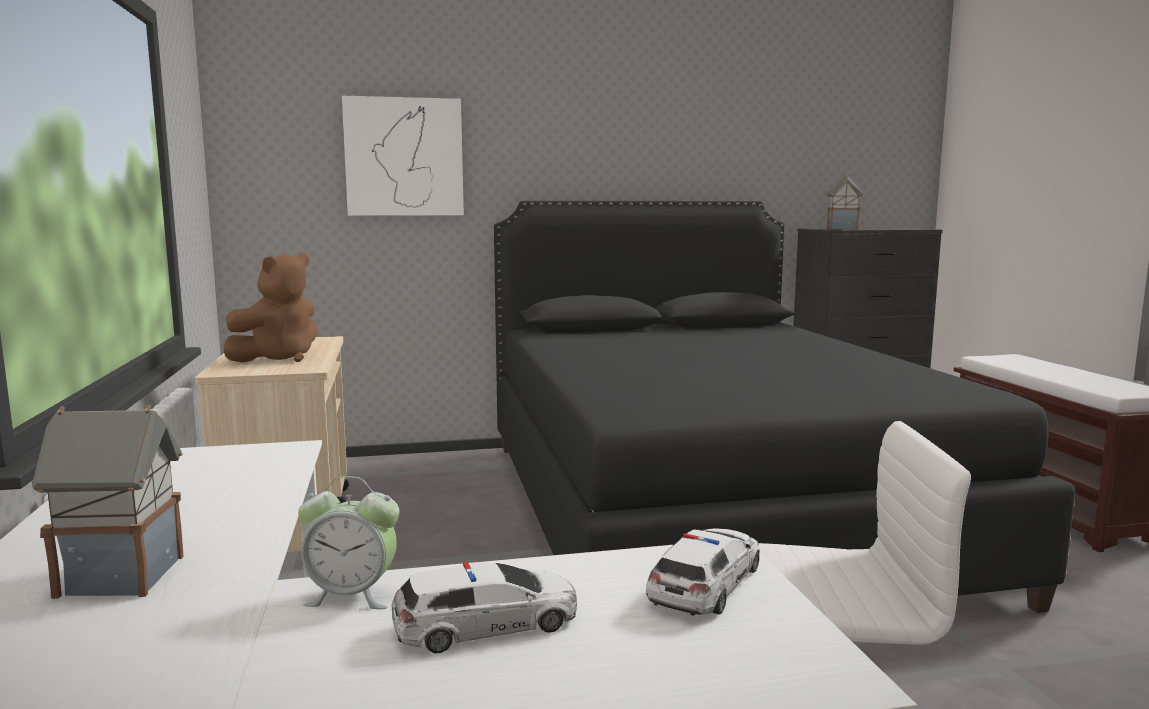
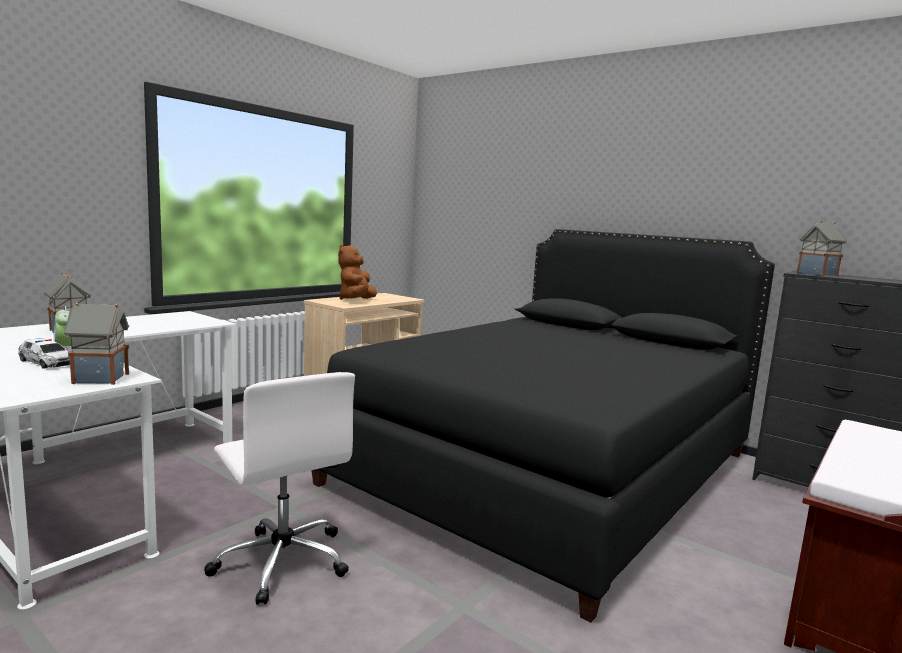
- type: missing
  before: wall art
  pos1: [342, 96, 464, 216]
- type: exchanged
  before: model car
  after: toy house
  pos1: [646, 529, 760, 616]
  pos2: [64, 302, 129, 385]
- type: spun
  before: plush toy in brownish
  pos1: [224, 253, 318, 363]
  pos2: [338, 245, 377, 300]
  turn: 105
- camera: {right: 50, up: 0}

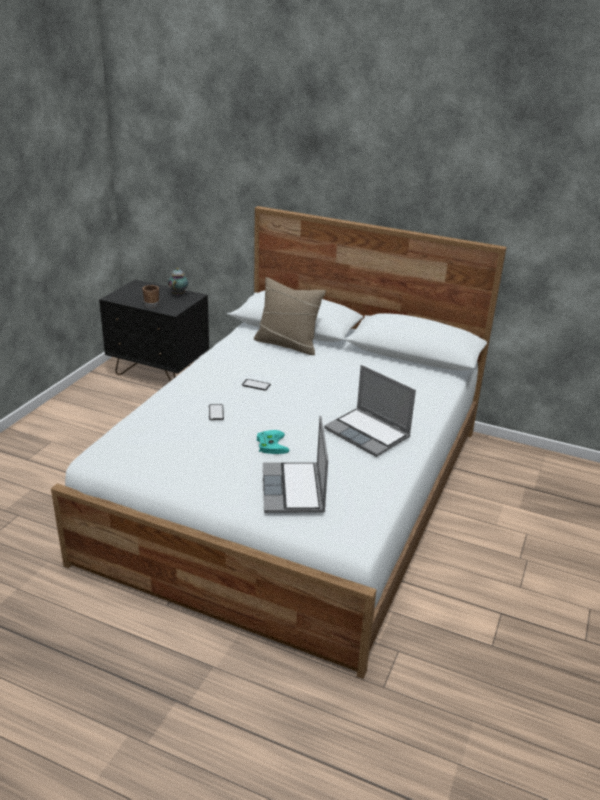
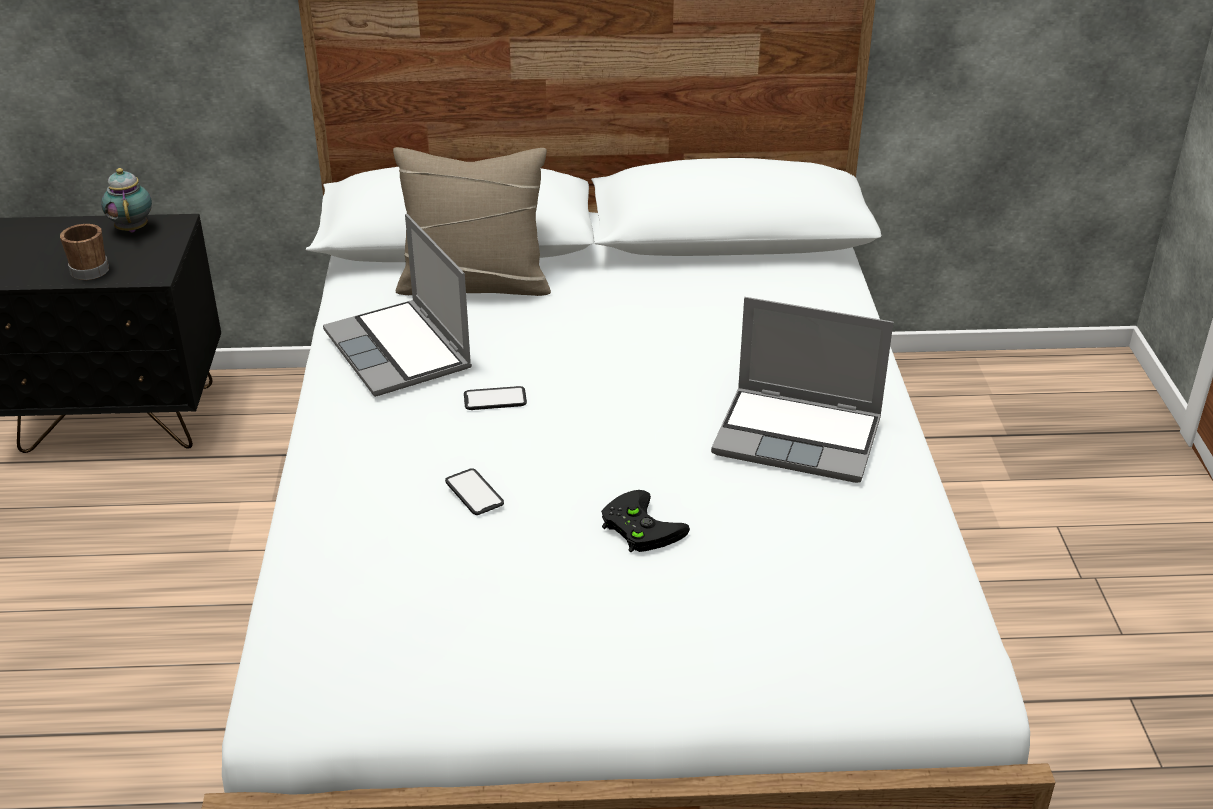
- type: relocated
  before: notebook computer
  pos1: [263, 416, 328, 513]
  pos2: [323, 214, 472, 397]
- type: colour
  before: game controller in turquoise
  after: game controller in blackish
  pos1: [256, 430, 289, 454]
  pos2: [601, 490, 690, 553]
- camera: {right: -25, up: 5}

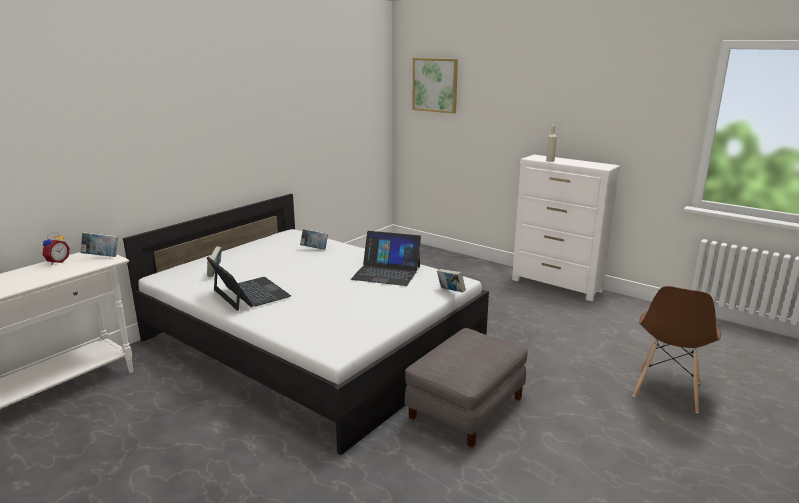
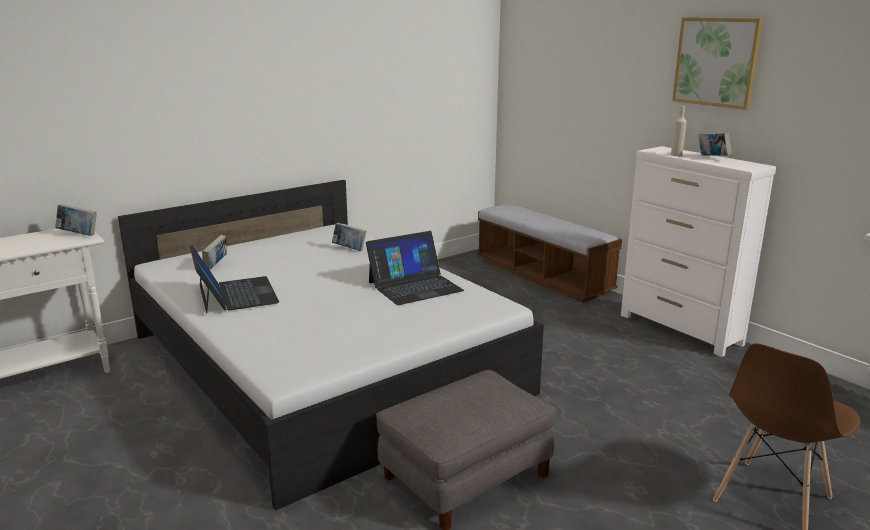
- type: missing
  before: bedside clock
  pos1: [42, 232, 70, 265]
- type: appeared
  after: bench
  pos2: [477, 204, 622, 303]
- type: relocated
  before: wall art
  pos1: [412, 58, 458, 114]
  pos2: [672, 17, 763, 110]
- type: relocated
  before: book
  pos1: [437, 269, 466, 293]
  pos2: [699, 132, 732, 156]
- type: spun
  before: notebook computer
  pos1: [351, 231, 421, 286]
  pos2: [366, 231, 464, 305]
  turn: -60
- camera: {right: 15, up: 0}

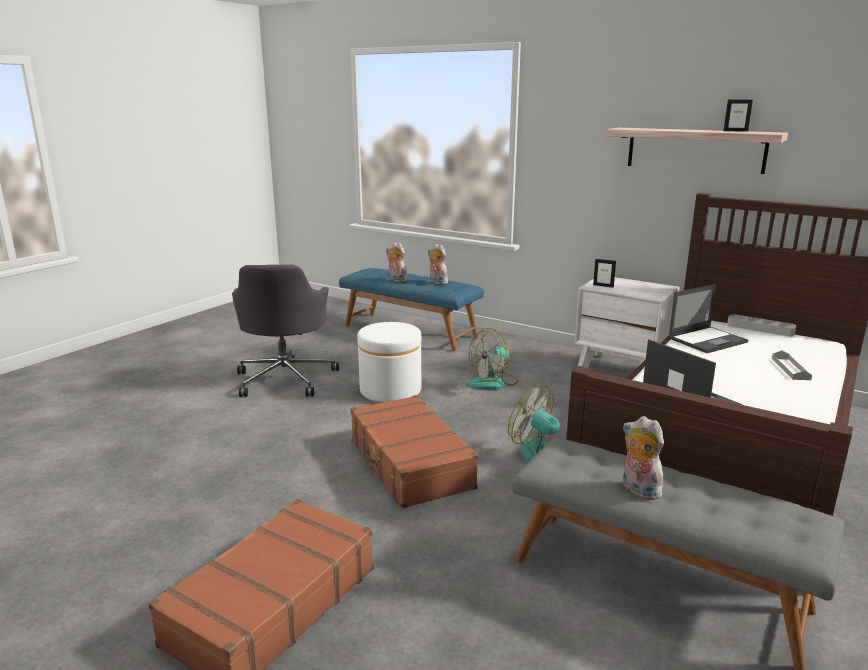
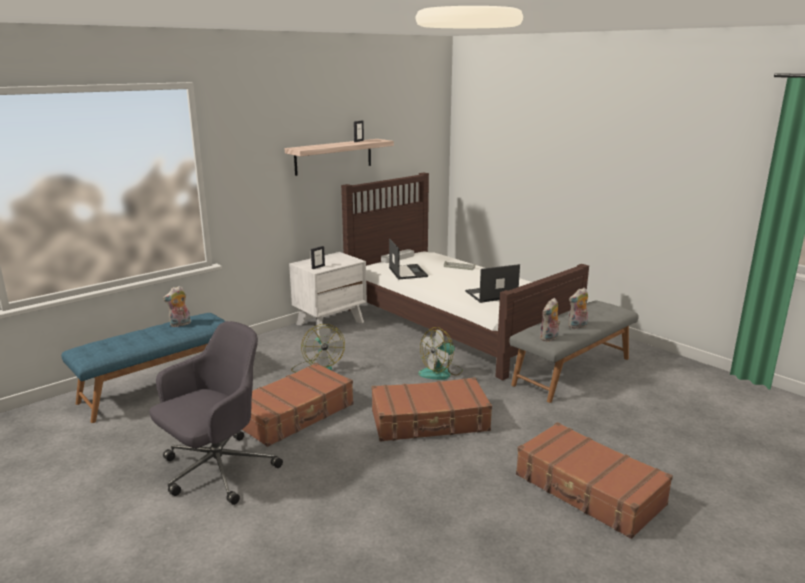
- type: relocated
  before: plush toy
  pos1: [386, 242, 407, 282]
  pos2: [540, 298, 560, 342]
- type: exchanged
  before: pouffe in whitish
  after: piece of luggage in brownish
  pos1: [357, 322, 421, 402]
  pos2: [242, 363, 354, 447]
- type: spun
  before: desk chair in grey
  pos1: [232, 265, 339, 397]
  pos2: [149, 321, 283, 505]
  turn: -60
- camera: {right: -75, up: 0}

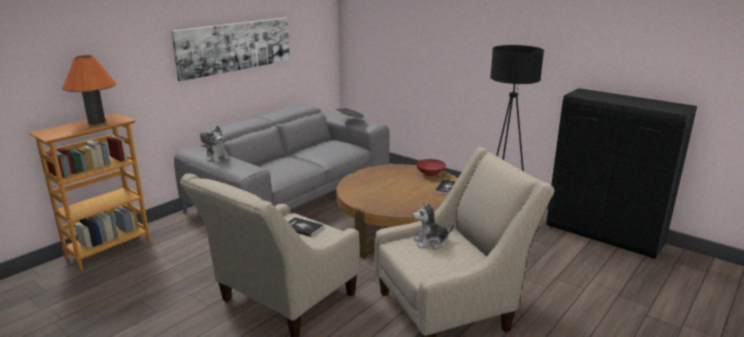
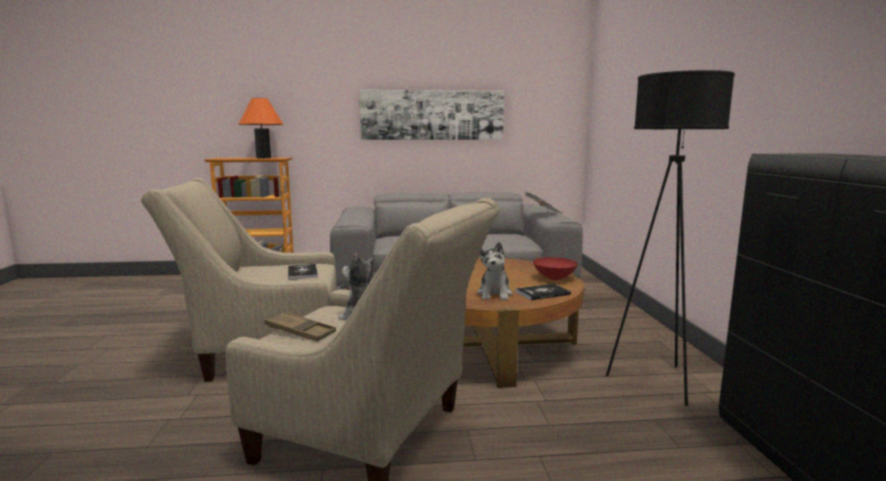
- type: appeared
  after: tray in brownish
  pos2: [264, 312, 336, 341]
- type: relocated
  before: plush toy
  pos1: [205, 126, 230, 163]
  pos2: [477, 242, 512, 300]
- camera: {right: 45, up: -10}

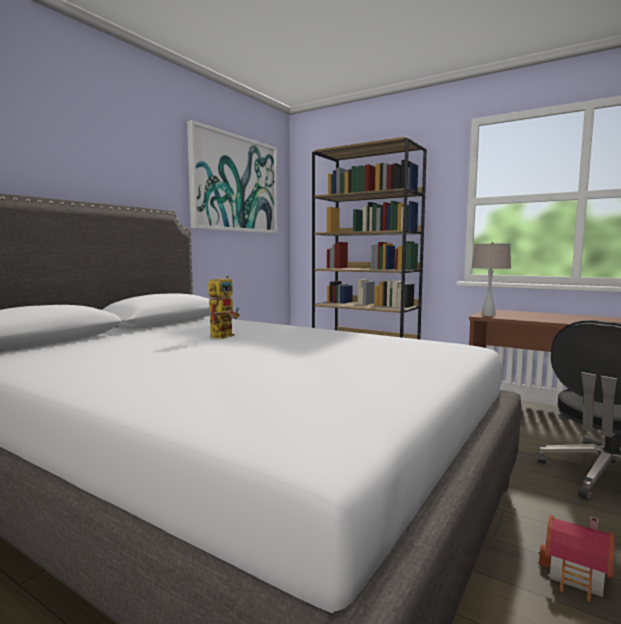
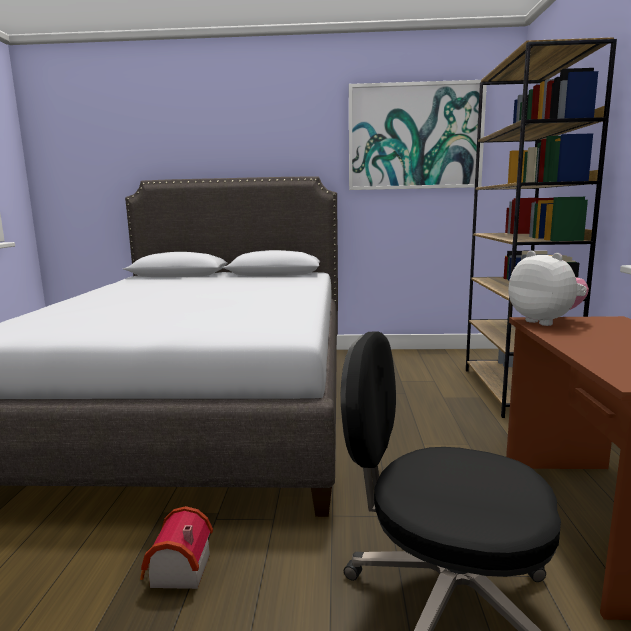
- type: missing
  before: toy robot
  pos1: [208, 275, 240, 339]
- type: exchanged
  before: lamp for a table in sand-coloured
  after: plush toy
  pos1: [471, 242, 511, 316]
  pos2: [508, 251, 589, 326]
- camera: {right: 60, up: 5}

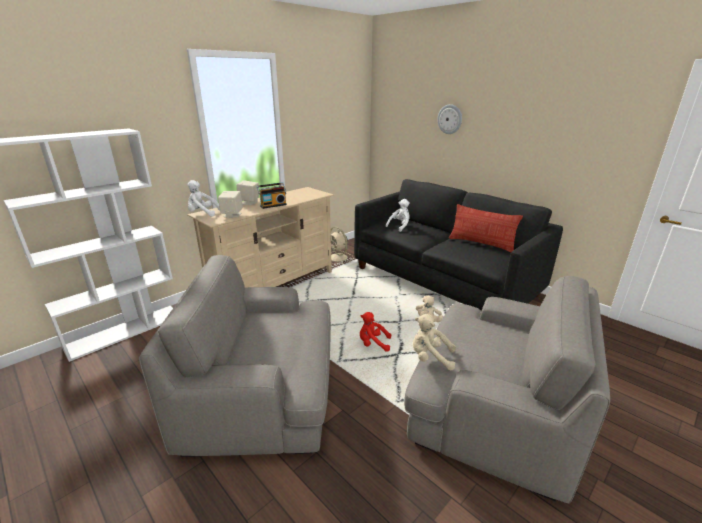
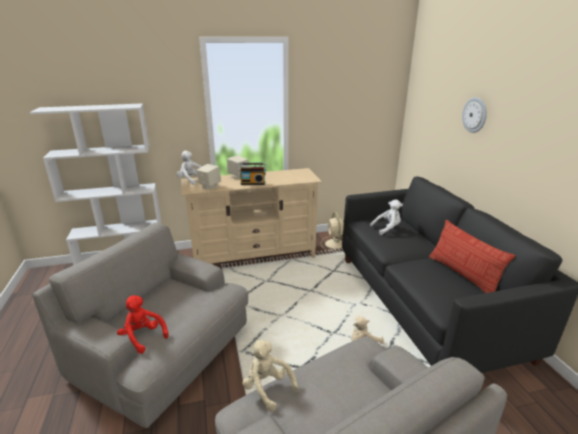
- type: relocated
  before: plush toy in red-coloured
  pos1: [360, 312, 391, 352]
  pos2: [117, 295, 169, 354]
- camera: {right: 30, up: 0}

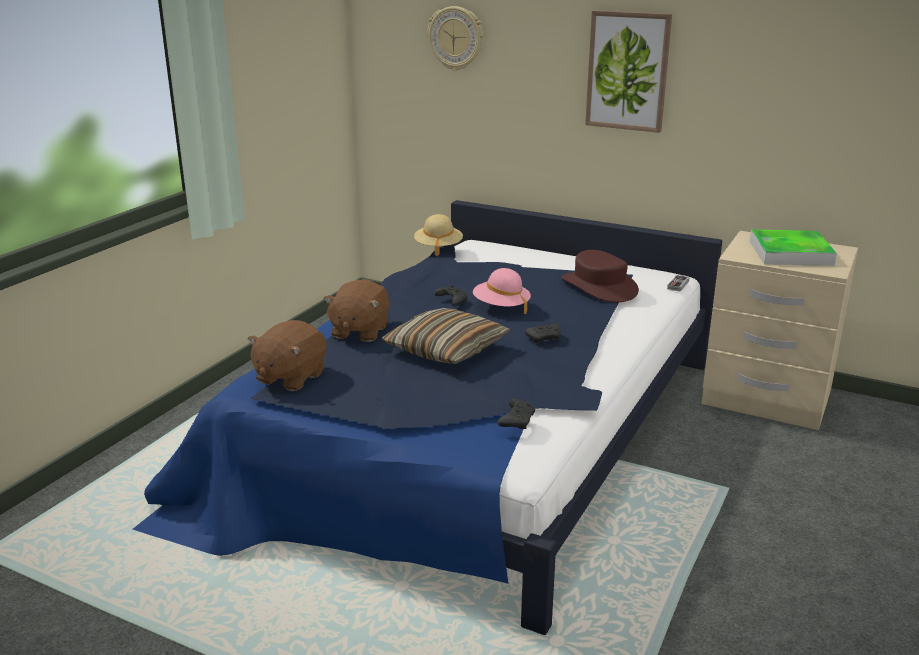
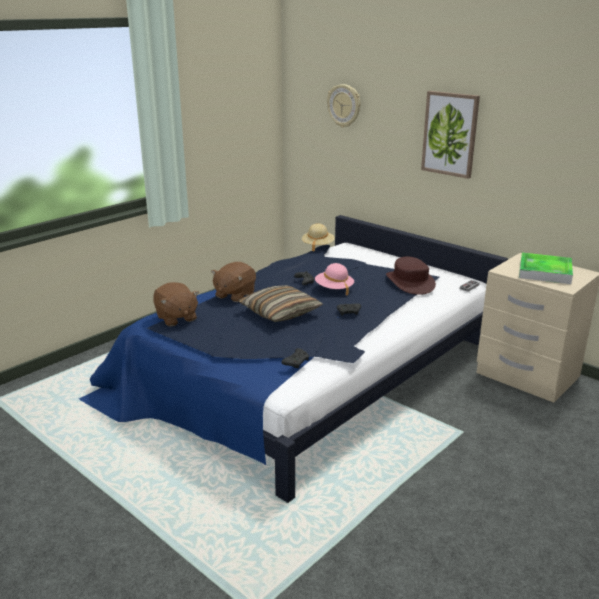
- type: spun
  before: plush toy in brownish
  pos1: [248, 320, 326, 391]
  pos2: [153, 282, 199, 327]
  turn: -75
- camera: {right: 15, up: 0}

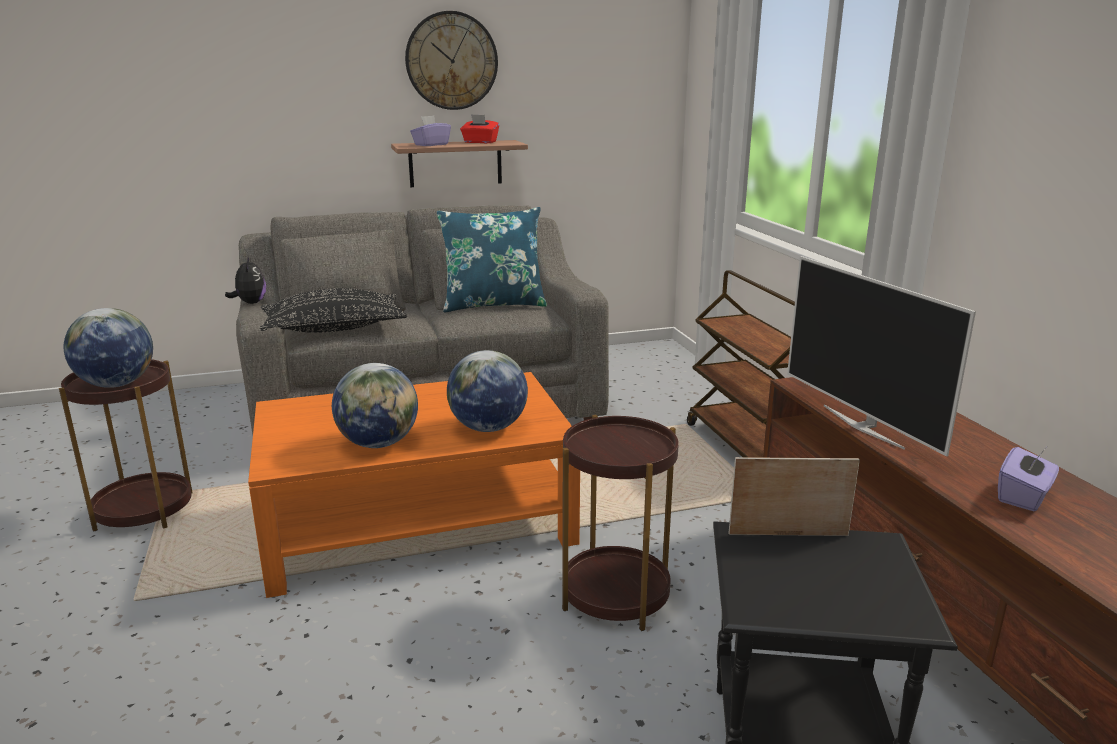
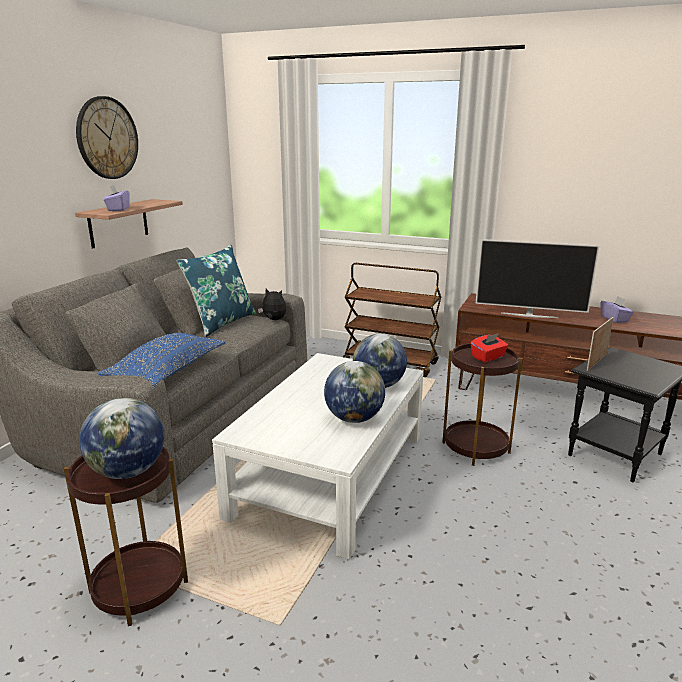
- type: relocated
  before: plush toy
  pos1: [225, 257, 266, 304]
  pos2: [258, 289, 286, 320]
- type: relocated
  before: box of tissues in red-coloured
  pos1: [460, 114, 499, 143]
  pos2: [471, 333, 508, 362]
- type: colour
  before: lounge table in orangey
  after: lounge table in whitish
  pos1: [248, 372, 580, 598]
  pos2: [212, 353, 424, 560]
- type: colour
  before: throw pillow in blackish
  after: throw pillow in blue-coloured
  pos1: [259, 288, 407, 333]
  pos2: [97, 333, 226, 387]
- camera: {right: -50, up: 0}

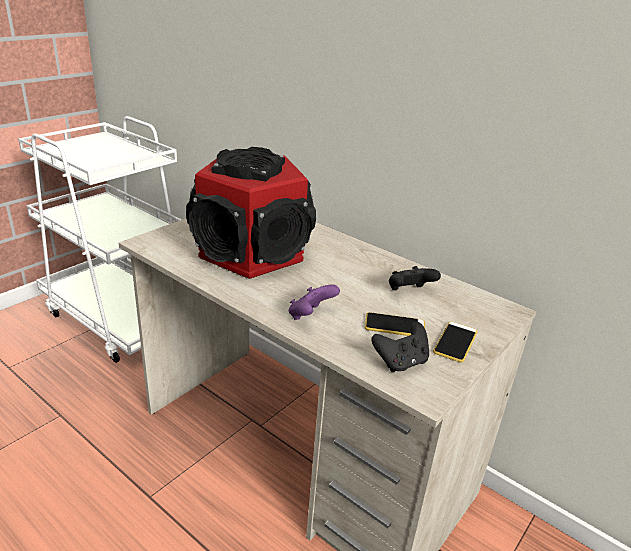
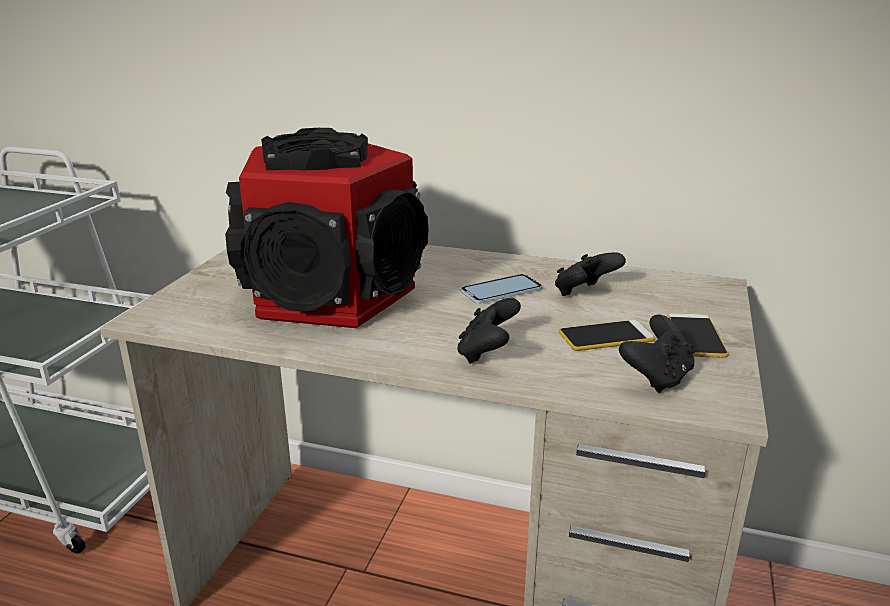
- type: appeared
  after: telephone
  pos2: [461, 274, 542, 304]
- type: colour
  before: game controller in purple-coloured
  after: game controller in blackish
  pos1: [289, 284, 340, 320]
  pos2: [457, 298, 521, 364]
- camera: {right: -20, up: -5}

